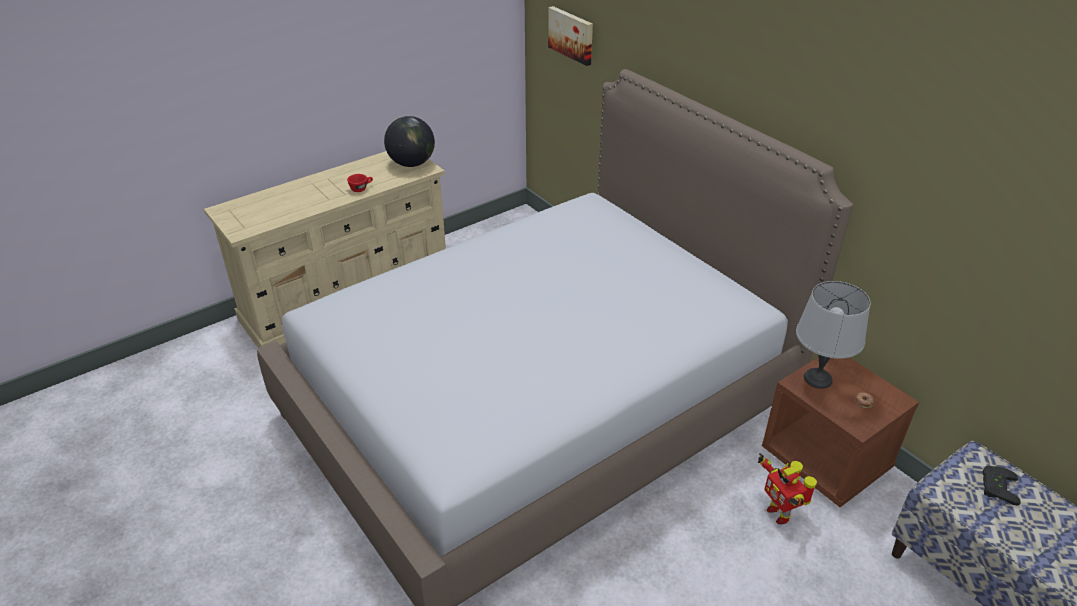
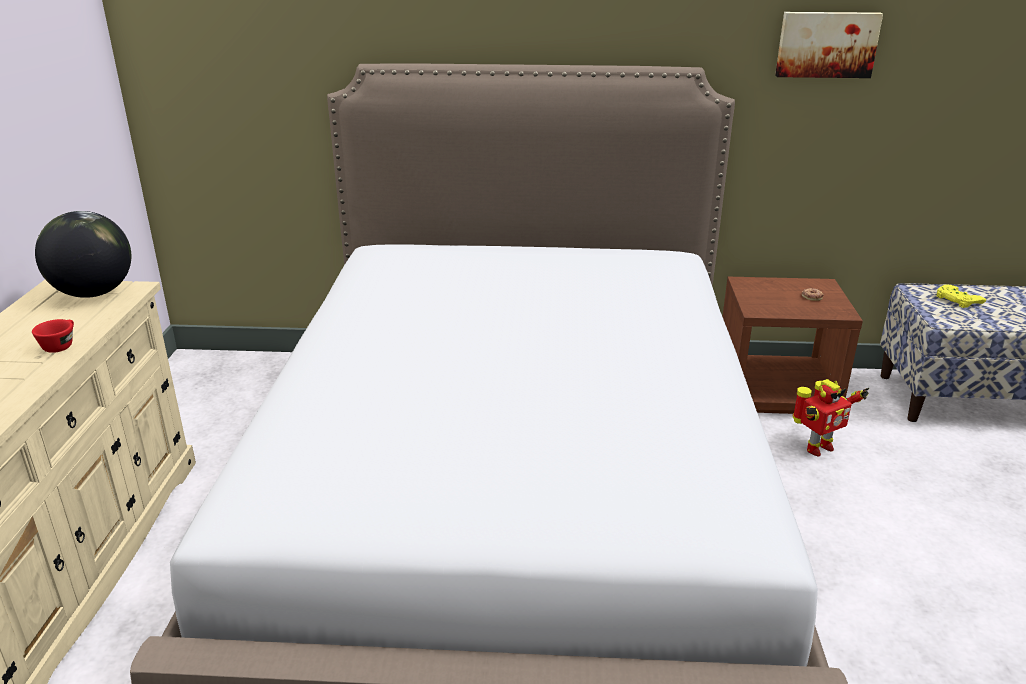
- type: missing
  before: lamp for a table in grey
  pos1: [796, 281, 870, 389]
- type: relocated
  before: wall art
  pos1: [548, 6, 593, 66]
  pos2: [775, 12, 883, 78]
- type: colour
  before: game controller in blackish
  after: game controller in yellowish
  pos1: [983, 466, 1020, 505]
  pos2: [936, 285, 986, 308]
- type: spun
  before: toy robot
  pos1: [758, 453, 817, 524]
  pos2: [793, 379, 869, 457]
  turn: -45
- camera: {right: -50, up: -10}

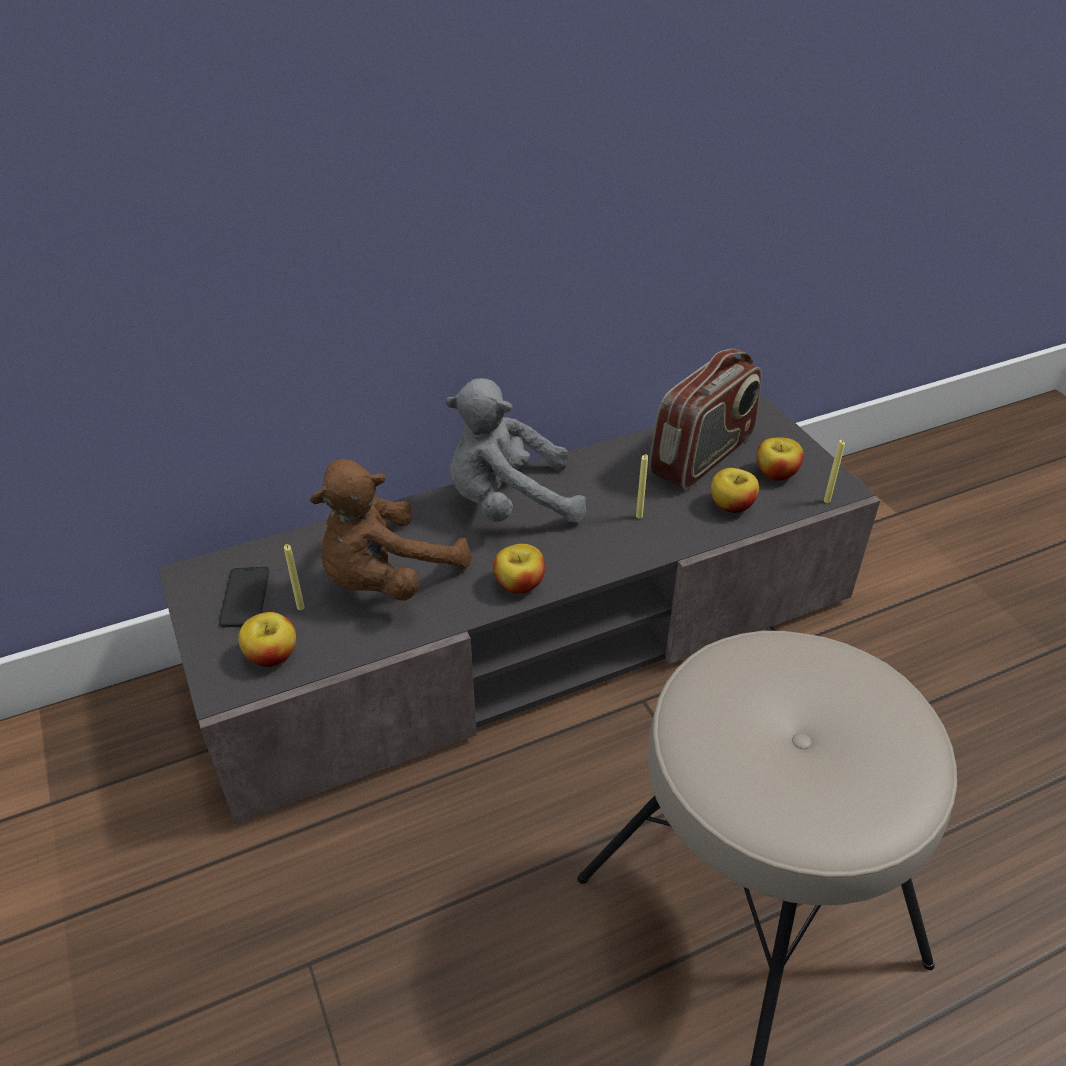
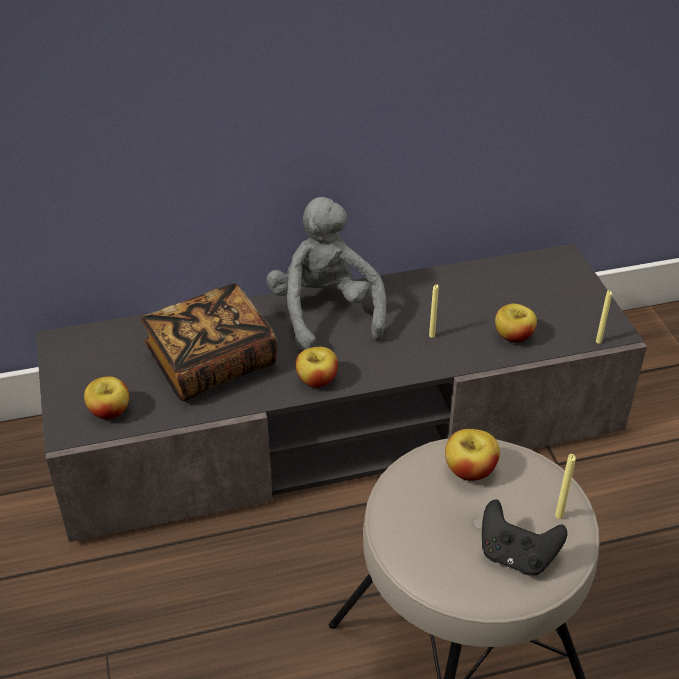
- type: missing
  before: telephone
  pos1: [219, 567, 269, 627]
- type: missing
  before: radio set
  pos1: [649, 349, 762, 490]
- type: appeared
  after: game controller in blackish
  pos2: [482, 499, 567, 576]
- type: relocated
  before: wax light in yellowish
  pos1: [284, 544, 305, 610]
  pos2: [555, 454, 576, 519]
- type: relocated
  before: apple fruit
  pos1: [757, 438, 803, 481]
  pos2: [445, 429, 500, 481]
- type: exchanged
  before: plush toy in brownish
  after: book
  pos1: [310, 459, 471, 601]
  pos2: [141, 283, 277, 401]
- type: spun
  before: plush toy in grey
  pos1: [445, 378, 586, 523]
  pos2: [267, 197, 387, 351]
  turn: 75
- camera: {right: 10, up: 0}

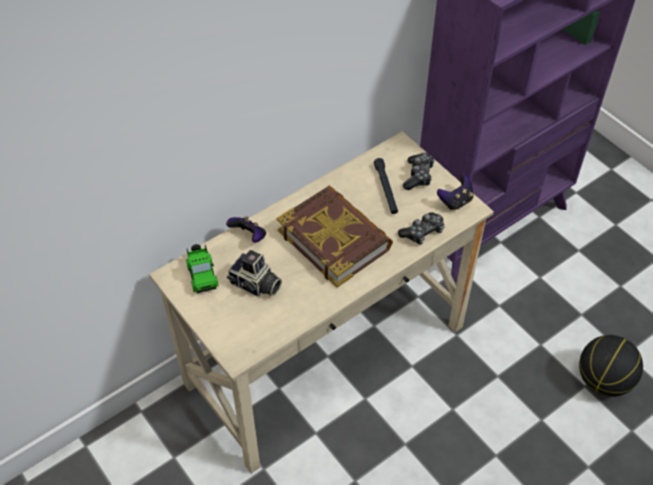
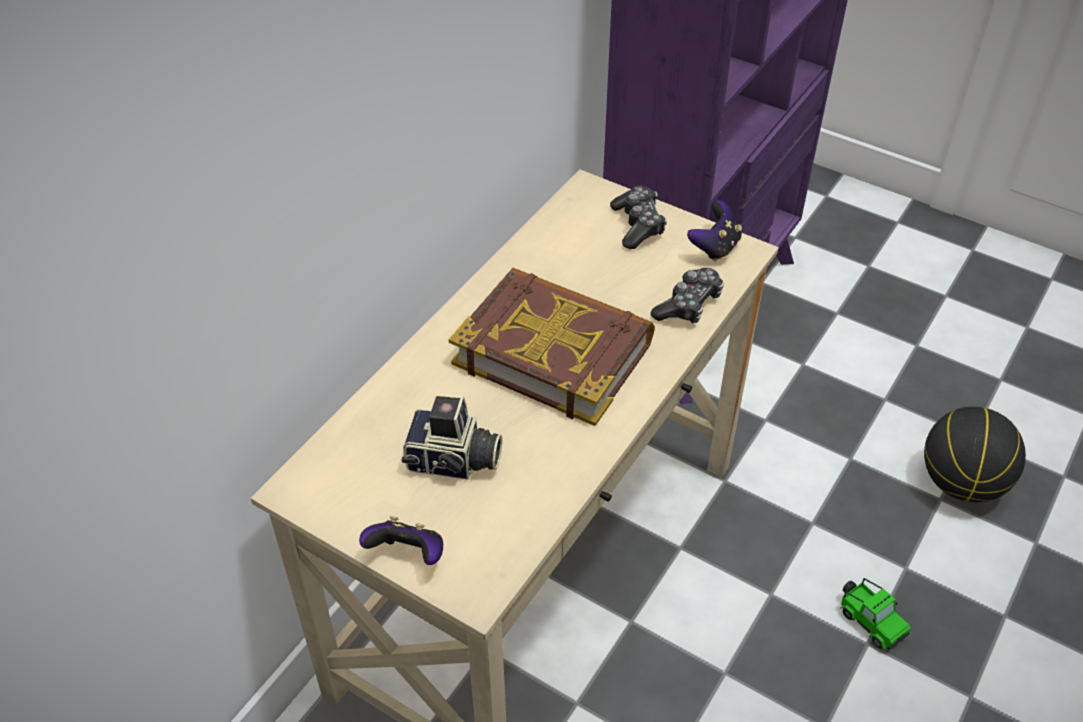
- type: missing
  before: hand torch in blackish
  pos1: [374, 158, 398, 214]
- type: relocated
  before: model car
  pos1: [186, 244, 219, 293]
  pos2: [840, 578, 911, 650]
- type: relocated
  before: game controller
  pos1: [226, 216, 266, 242]
  pos2: [359, 516, 443, 565]
- camera: {right: -20, up: -5}

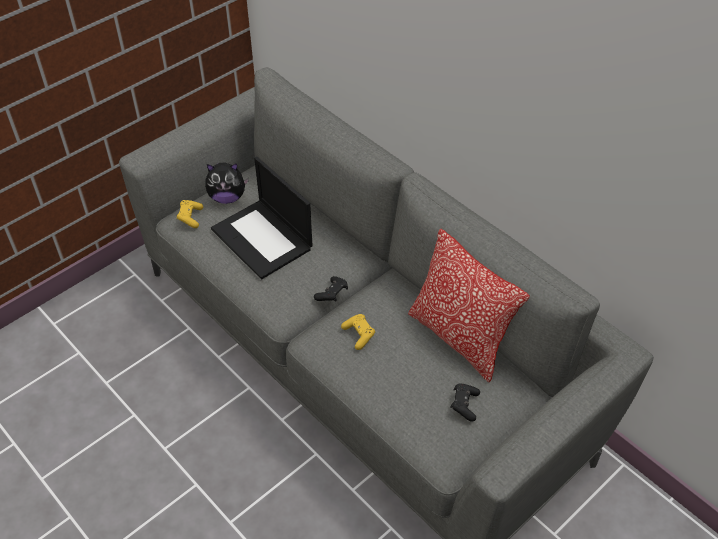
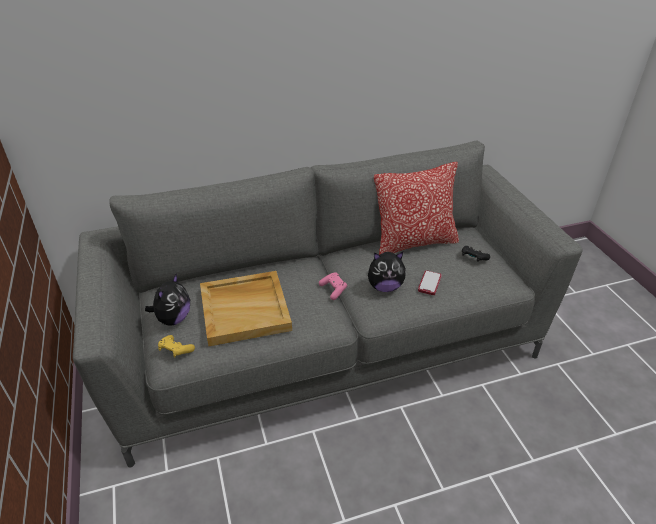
- type: appeared
  after: telephone
  pos2: [418, 270, 442, 295]
- type: exchanged
  before: notebook computer
  after: tray in sand-coloured
  pos1: [211, 157, 313, 279]
  pos2: [200, 271, 292, 346]
- type: exchanged
  before: game controller in yellowish
  after: plush toy
  pos1: [341, 314, 375, 350]
  pos2: [368, 252, 406, 292]
- type: colour
  before: game controller in blackish
  after: game controller in pinkish
  pos1: [314, 276, 348, 302]
  pos2: [319, 272, 347, 300]
- camera: {right: -65, up: -10}

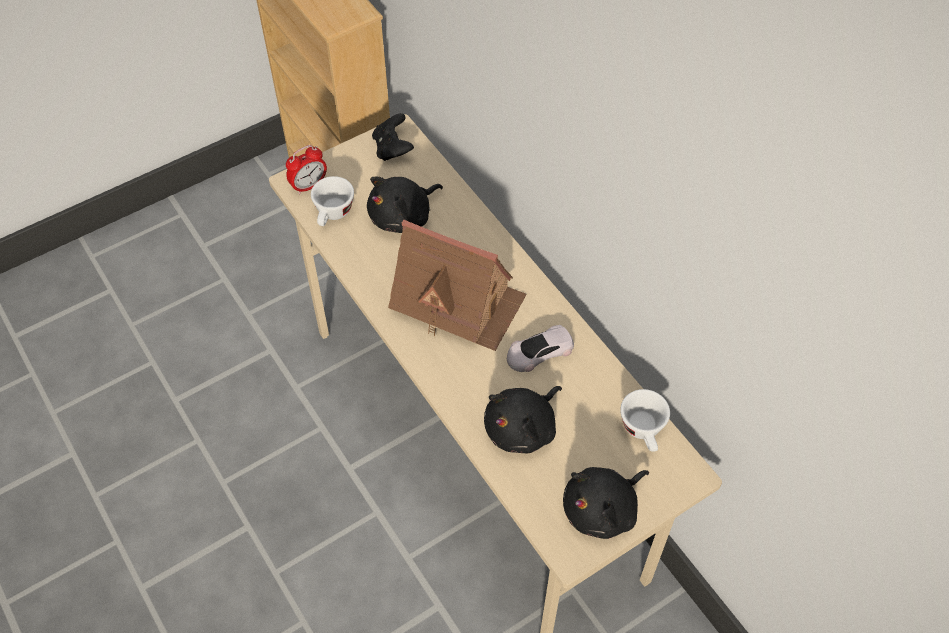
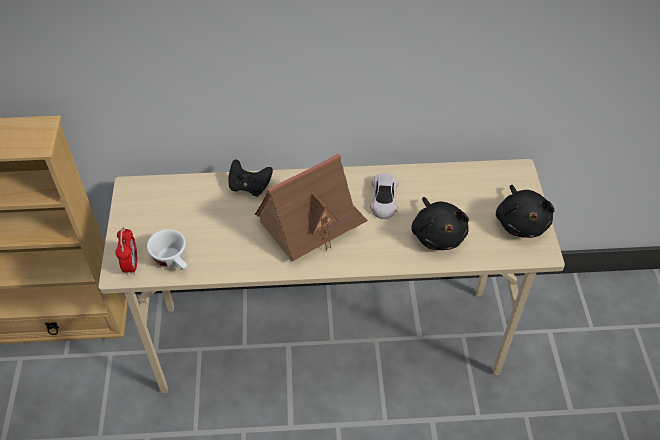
- type: missing
  before: plush toy in blackish
  pos1: [367, 176, 443, 233]
- type: missing
  before: cup in whitish
  pos1: [620, 389, 670, 452]
- type: relocated
  before: game controller in blackish
  pos1: [372, 113, 414, 161]
  pos2: [229, 159, 273, 197]
- camera: {right: -60, up: -5}

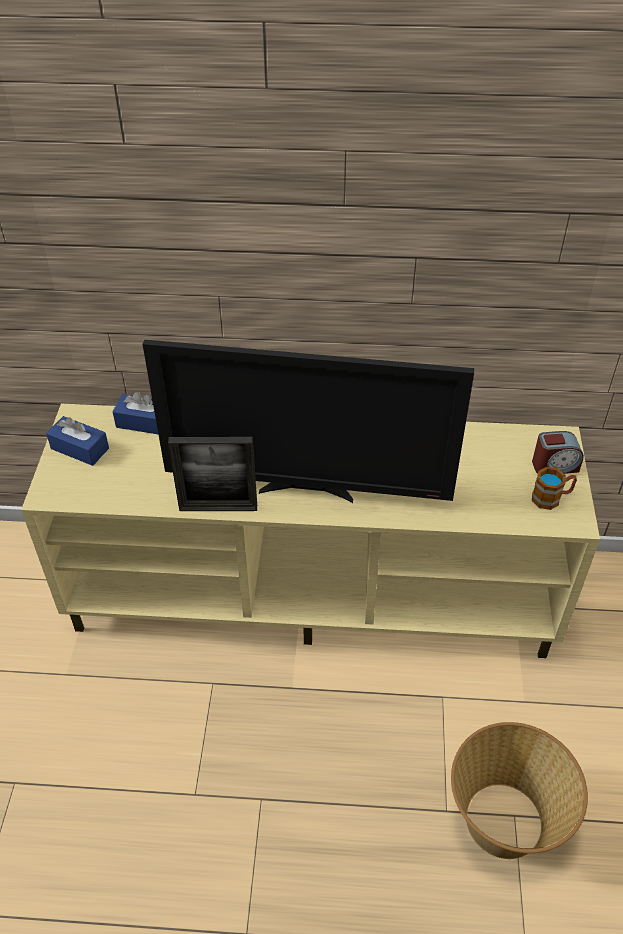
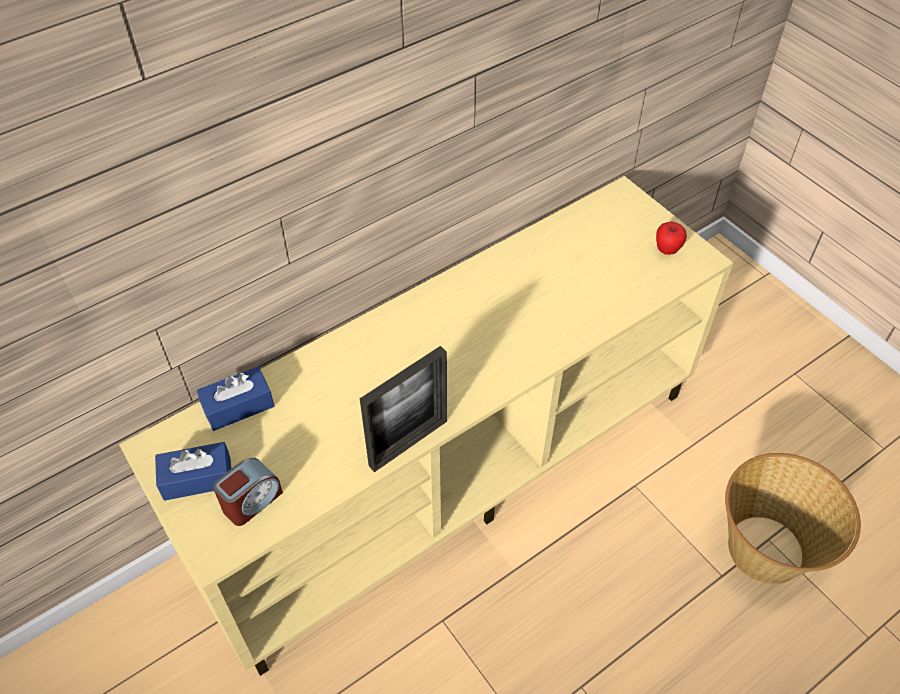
- type: missing
  before: television
  pos1: [143, 339, 474, 503]
- type: relocated
  before: bedside clock
  pos1: [532, 431, 584, 474]
  pos2: [213, 458, 283, 526]
- type: exchanged
  before: coffee mug
  after: apple fruit
  pos1: [532, 467, 577, 510]
  pos2: [656, 222, 687, 255]
- camera: {right: -40, up: 5}

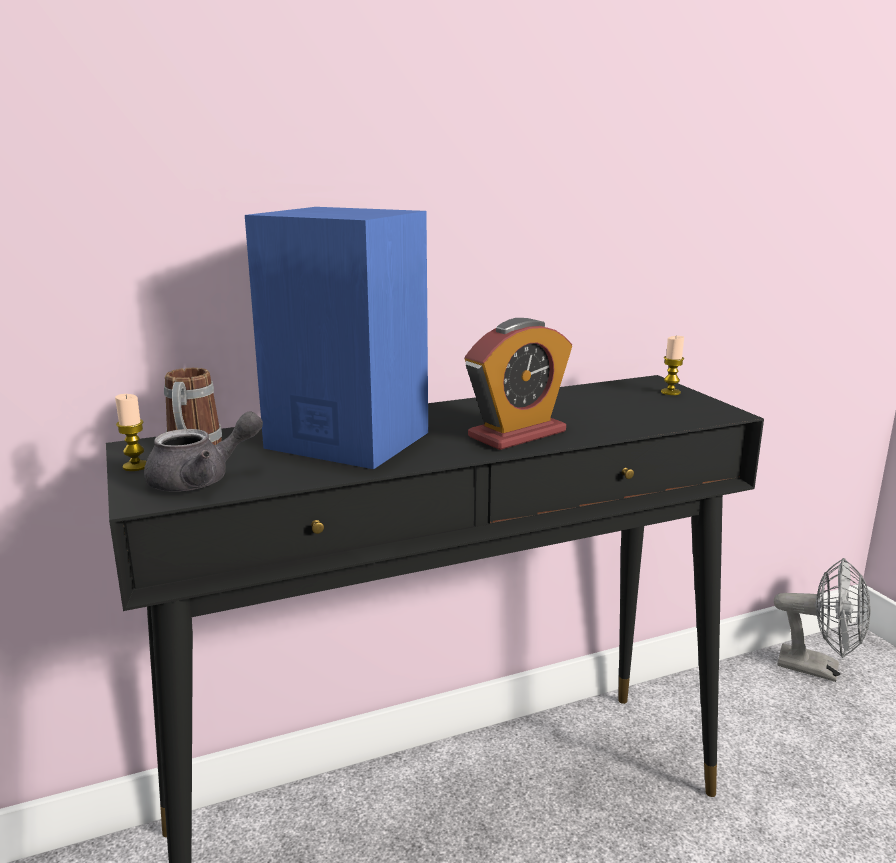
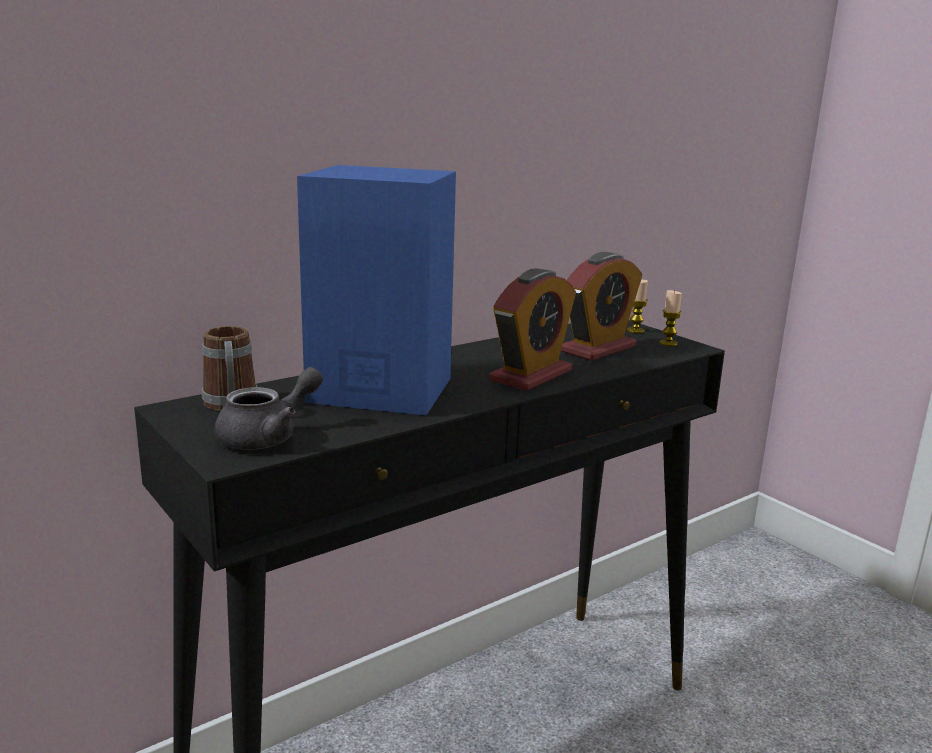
- type: missing
  before: cooling fan in grey
  pos1: [774, 558, 871, 682]
- type: appeared
  after: bedside clock
  pos2: [561, 252, 642, 361]
- type: relocated
  before: wax light
  pos1: [115, 394, 147, 471]
  pos2: [659, 290, 682, 346]
- camera: {right: -15, up: 0}

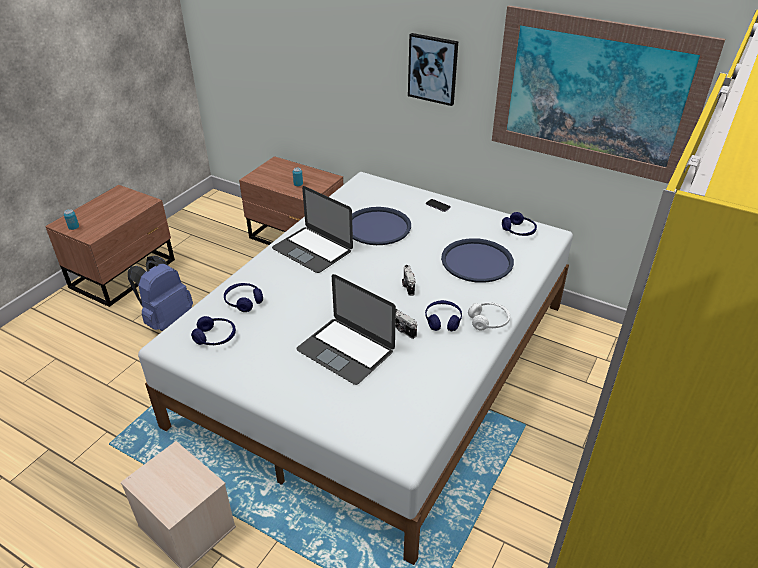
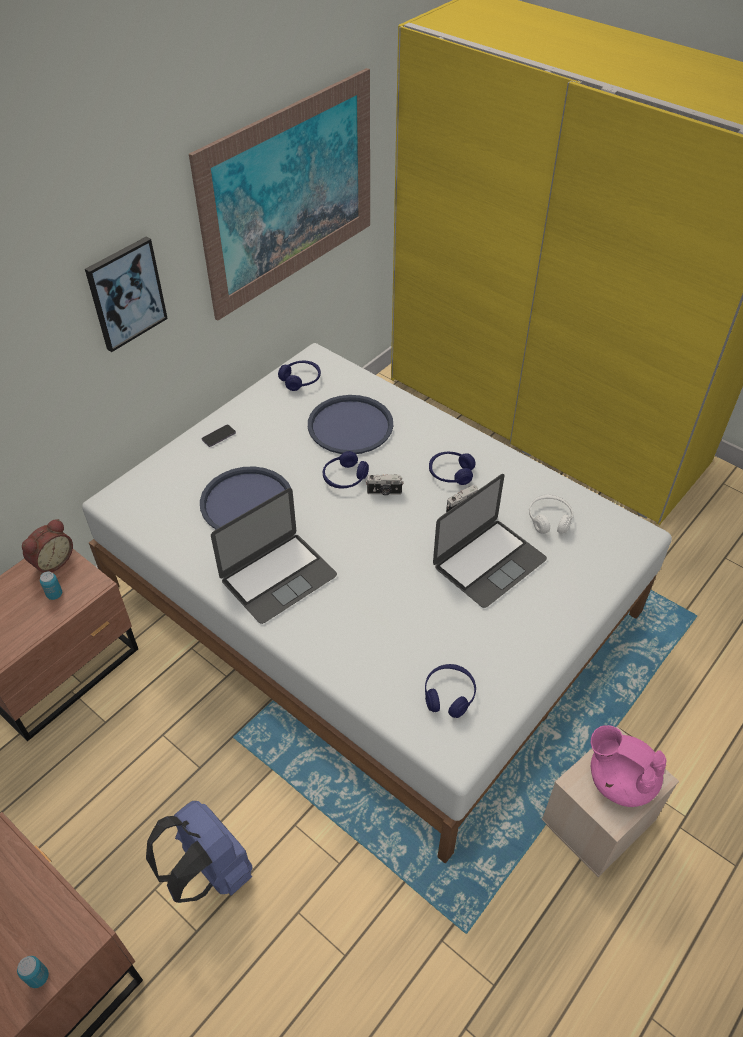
- type: appeared
  after: bedside clock
  pos2: [22, 519, 73, 575]
- type: appeared
  after: pot for tea in pinkish
  pos2: [591, 725, 666, 807]
- type: relocated
  before: headset in blue-coloured
  pos1: [224, 283, 263, 312]
  pos2: [323, 451, 369, 489]
- type: relocated
  before: headset in whitish
  pos1: [468, 302, 510, 331]
  pos2: [529, 494, 573, 534]
- camera: {right: -80, up: 10}

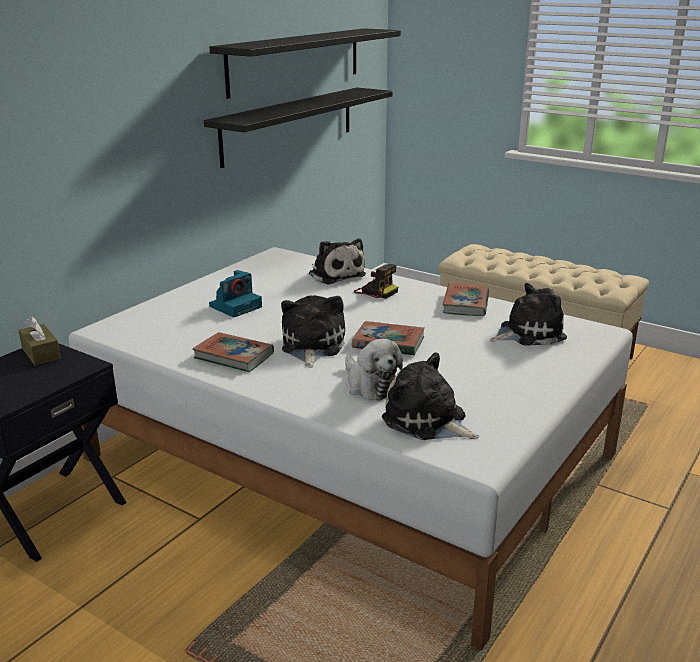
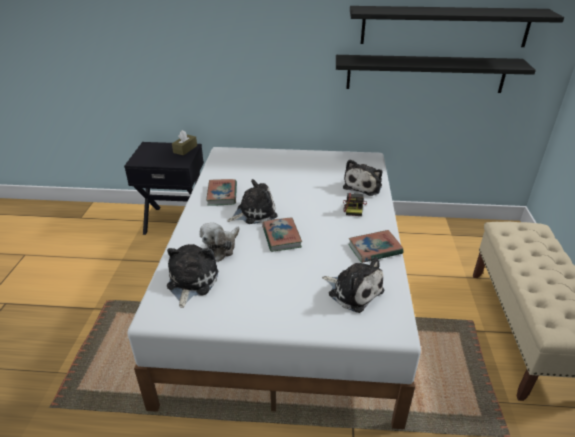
- type: missing
  before: still camera
  pos1: [209, 270, 262, 318]
- camera: {right: 60, up: 10}

